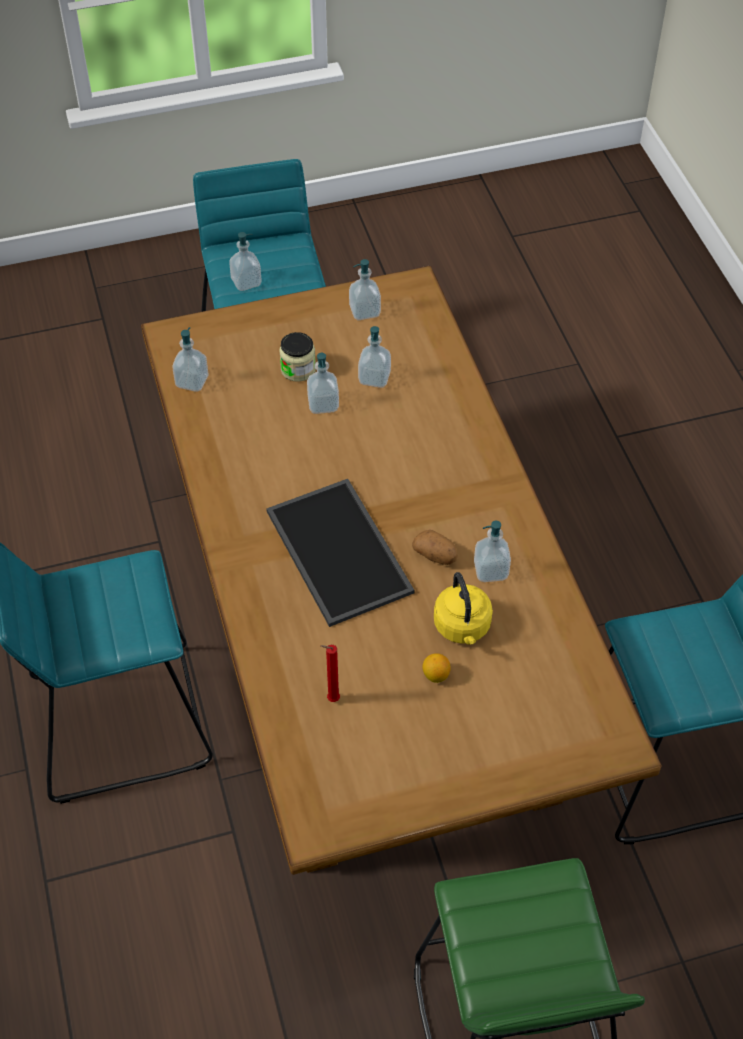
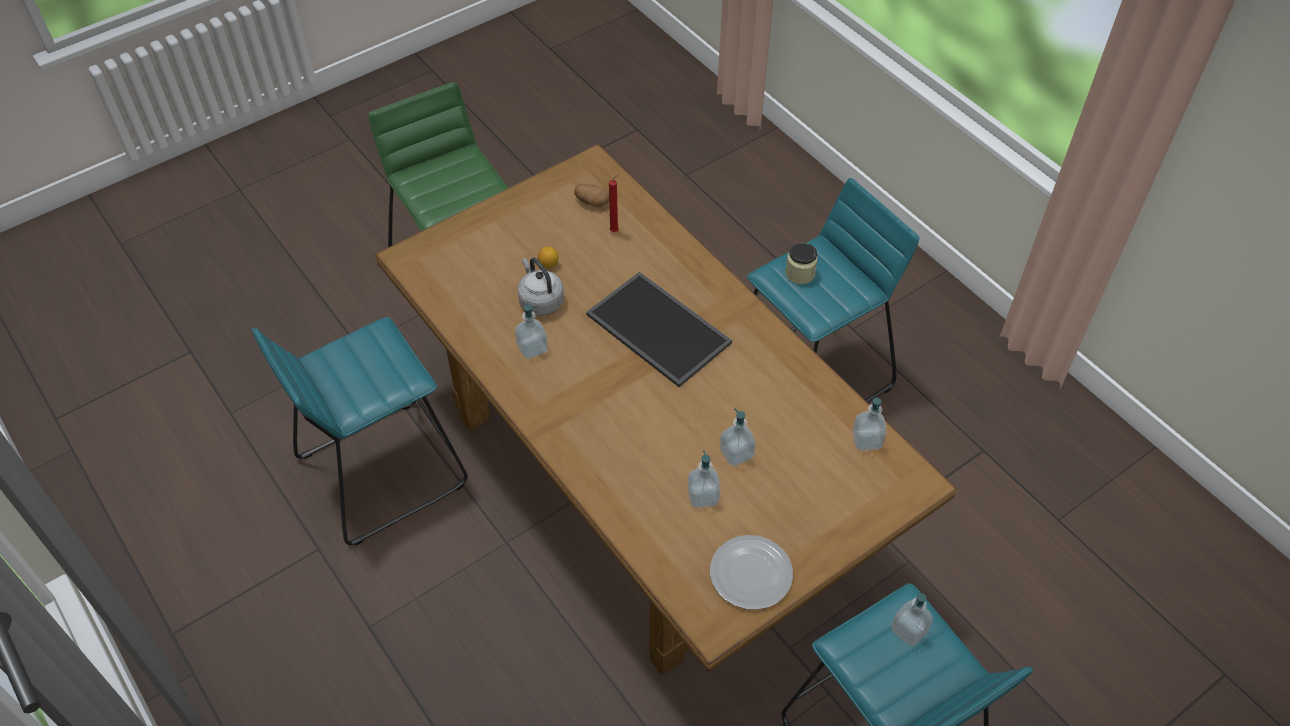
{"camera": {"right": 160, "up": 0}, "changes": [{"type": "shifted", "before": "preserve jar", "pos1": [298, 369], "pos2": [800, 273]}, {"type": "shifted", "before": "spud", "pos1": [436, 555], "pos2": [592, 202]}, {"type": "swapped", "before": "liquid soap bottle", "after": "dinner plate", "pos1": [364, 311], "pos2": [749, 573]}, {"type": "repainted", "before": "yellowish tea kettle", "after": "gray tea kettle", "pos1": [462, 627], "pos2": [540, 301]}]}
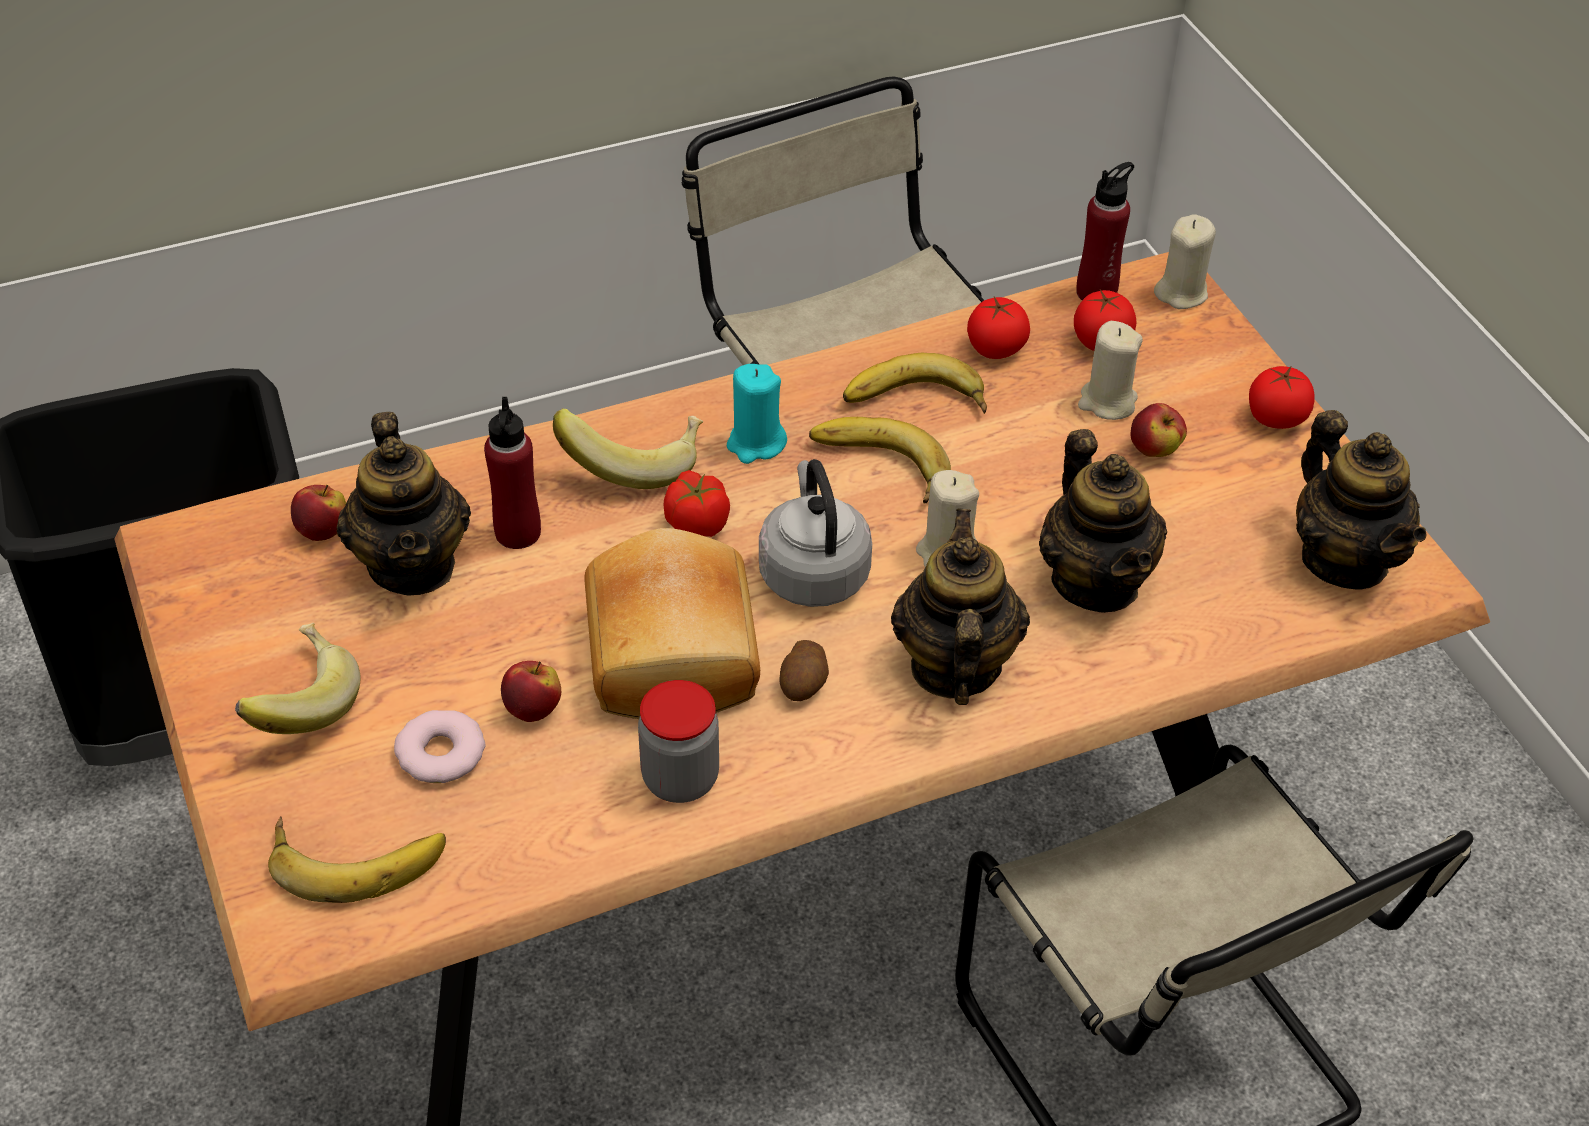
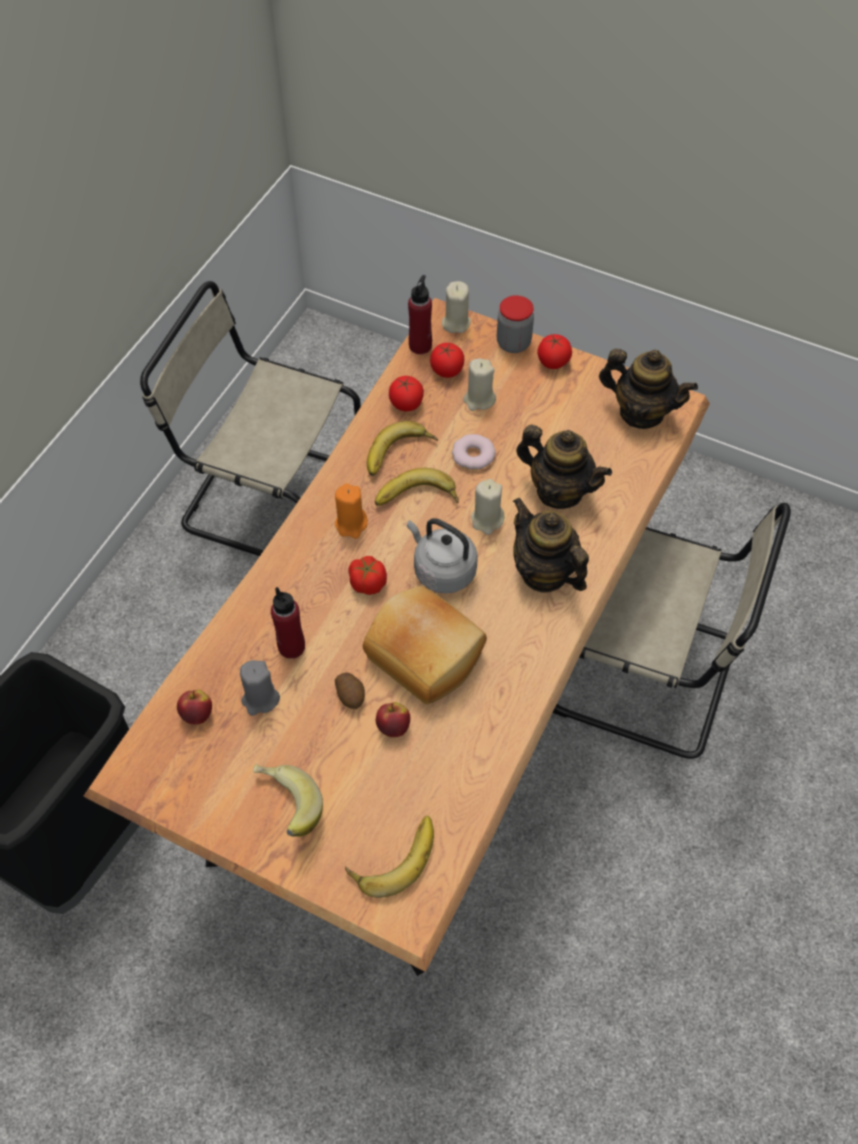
{"camera": {"right": -40, "up": 10}, "changes": [{"type": "gone", "before": "banana", "pos1": [634, 462]}, {"type": "gone", "before": "apple", "pos1": [1154, 450]}, {"type": "shifted", "before": "donut", "pos1": [440, 753], "pos2": [473, 455]}, {"type": "shifted", "before": "preserve jar", "pos1": [680, 779], "pos2": [513, 343]}, {"type": "shifted", "before": "spud", "pos1": [804, 684], "pos2": [351, 695]}, {"type": "swapped", "before": "pot for tea", "after": "gray wax light", "pos1": [413, 564], "pos2": [260, 699]}, {"type": "repainted", "before": "turquoise-coloured wax light", "after": "orange-coloured wax light", "pos1": [755, 443], "pos2": [351, 524]}]}
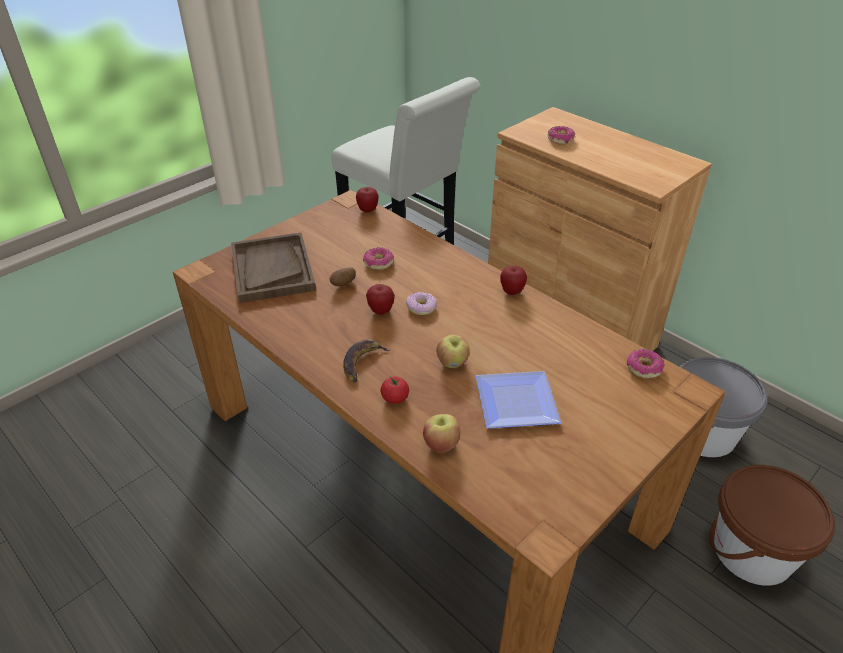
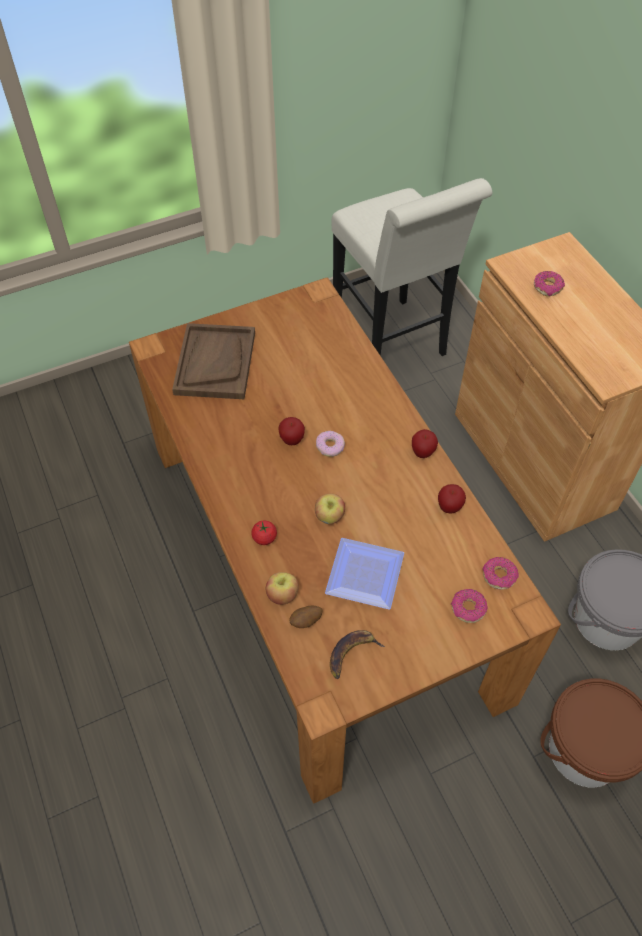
{"camera": {"right": 20, "up": 15}, "changes": [{"type": "shifted", "before": "spud", "pos1": [343, 284], "pos2": [306, 621]}, {"type": "shifted", "before": "banana", "pos1": [362, 362], "pos2": [352, 653]}, {"type": "shifted", "before": "apple", "pos1": [367, 210], "pos2": [449, 507]}, {"type": "shifted", "before": "donut", "pos1": [378, 263], "pos2": [468, 608]}]}
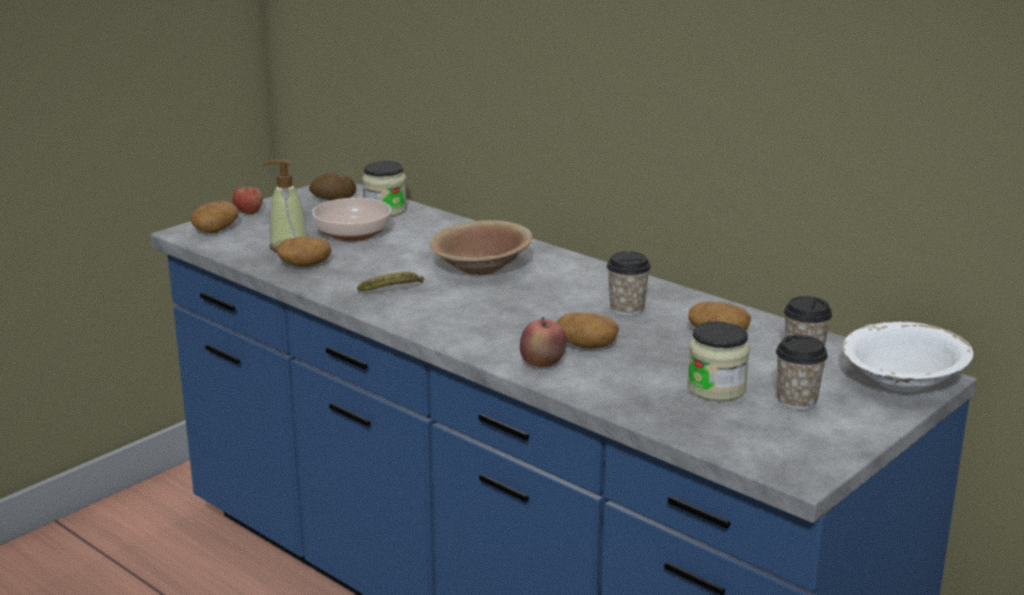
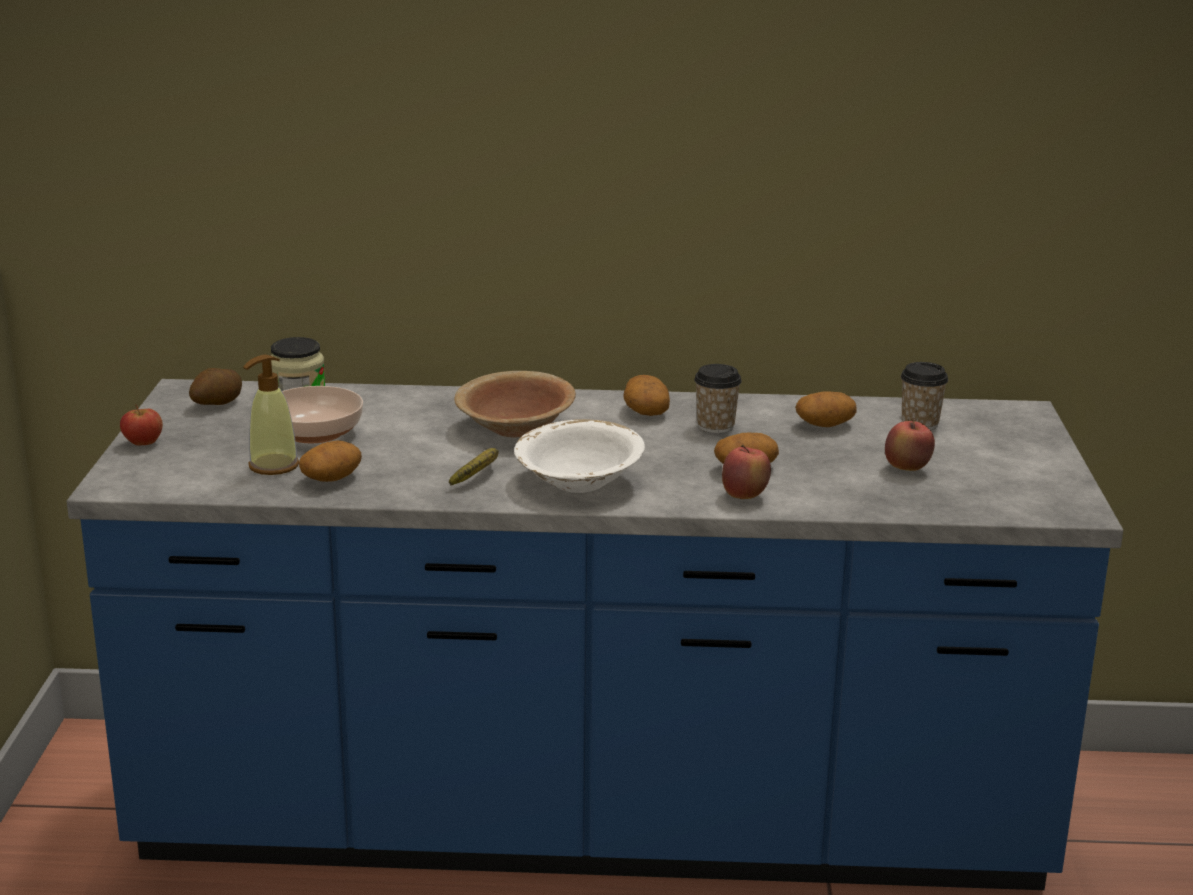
{"camera": {"right": -40, "up": 0}, "changes": [{"type": "gone", "before": "cup", "pos1": [797, 401]}, {"type": "shifted", "before": "spud", "pos1": [216, 229], "pos2": [645, 411]}, {"type": "shifted", "before": "whitish bowl", "pos1": [902, 381], "pos2": [579, 482]}, {"type": "swapped", "before": "preserve jar", "after": "apple", "pos1": [716, 388], "pos2": [907, 469]}]}
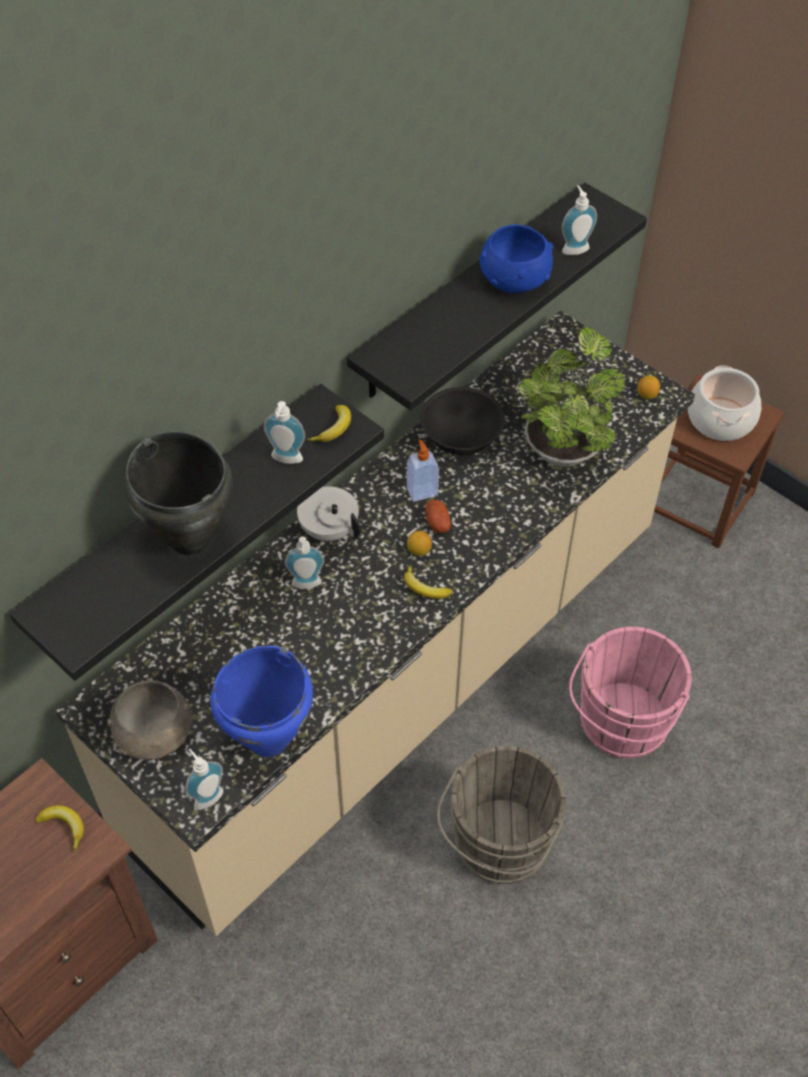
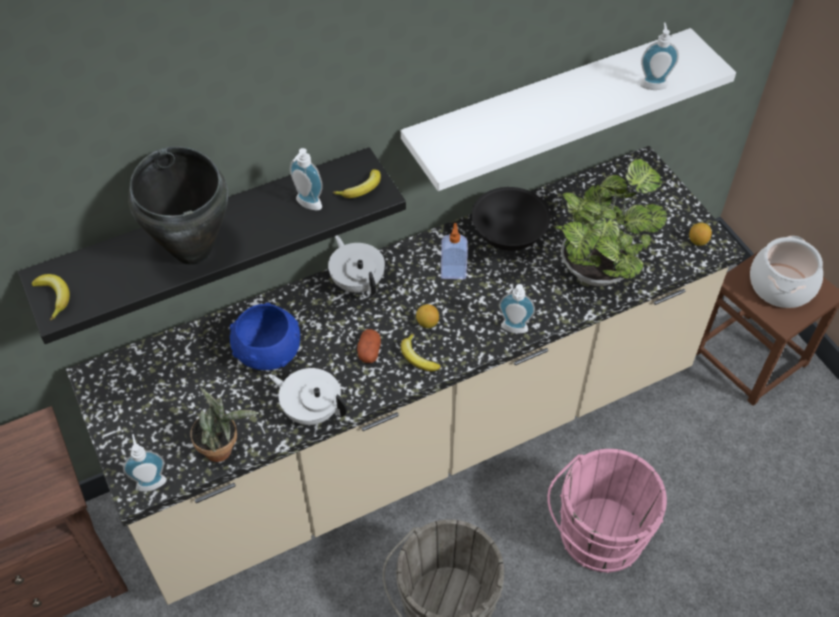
{"camera": {"right": 20, "up": 0}, "changes": [{"type": "gone", "before": "gray bowl", "pos1": [155, 735]}, {"type": "new", "after": "whitish pot for tea", "pos2": [311, 410]}, {"type": "shifted", "before": "banana", "pos1": [64, 827], "pos2": [54, 297]}, {"type": "shifted", "before": "liquid soap bottle", "pos1": [306, 585], "pos2": [513, 330]}, {"type": "shifted", "before": "spud", "pos1": [437, 522], "pos2": [369, 351]}, {"type": "shifted", "before": "blue-coloured bowl", "pos1": [514, 279], "pos2": [268, 351]}, {"type": "swapped", "before": "blue-coloured saucepot", "after": "potted plant", "pos1": [267, 739], "pos2": [223, 448]}, {"type": "repainted", "before": "black wall shelf", "after": "whitish wall shelf", "pos1": [470, 293], "pos2": [548, 103]}]}
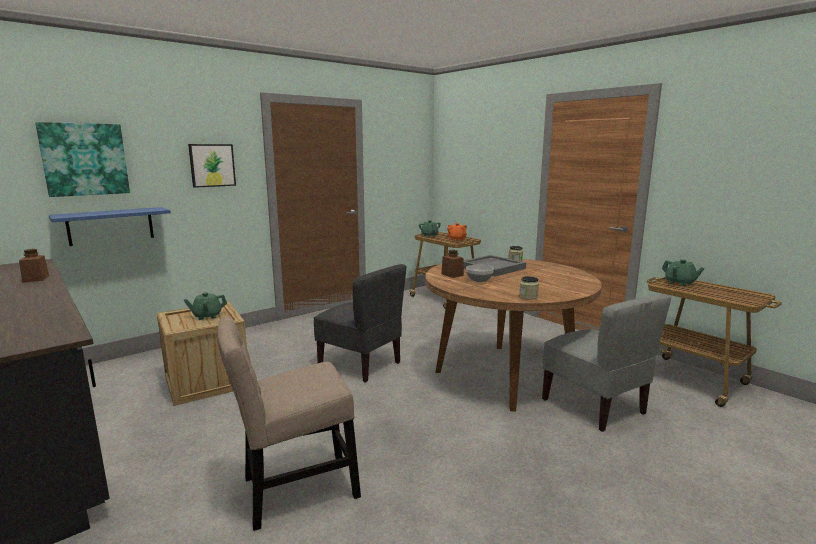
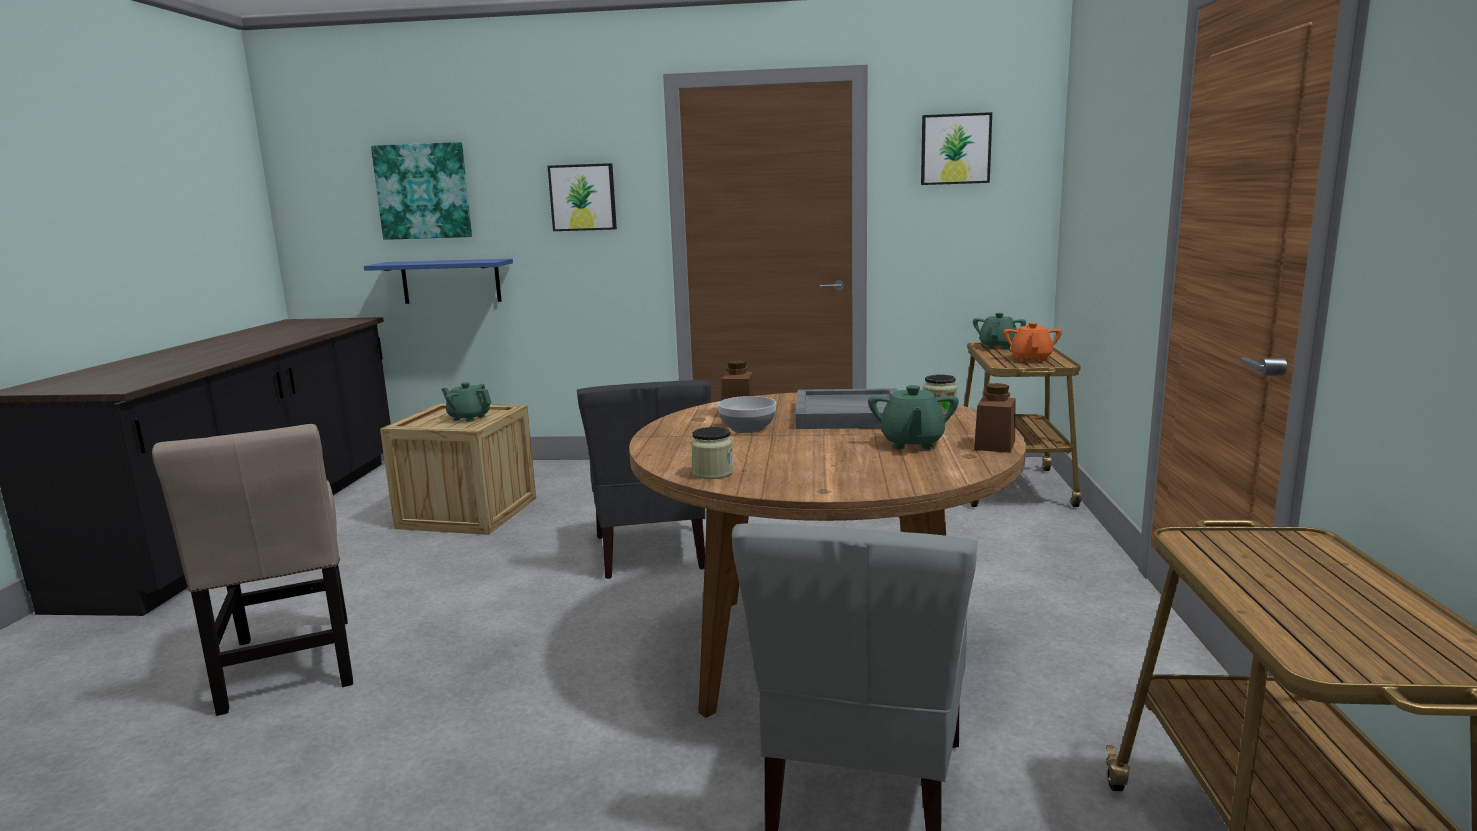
{"camera": {"right": 45, "up": 0}, "changes": [{"type": "new", "after": "wall picture", "pos2": [955, 149]}, {"type": "shifted", "before": "brown-coloured preserve jar", "pos1": [36, 279], "pos2": [994, 445]}, {"type": "shifted", "before": "green-coloured pot for tea", "pos1": [680, 283], "pos2": [911, 443]}, {"type": "rotated", "before": "sand-coloured plain chair", "pos1": [294, 490], "pos2": [290, 668], "turn": -135}]}
